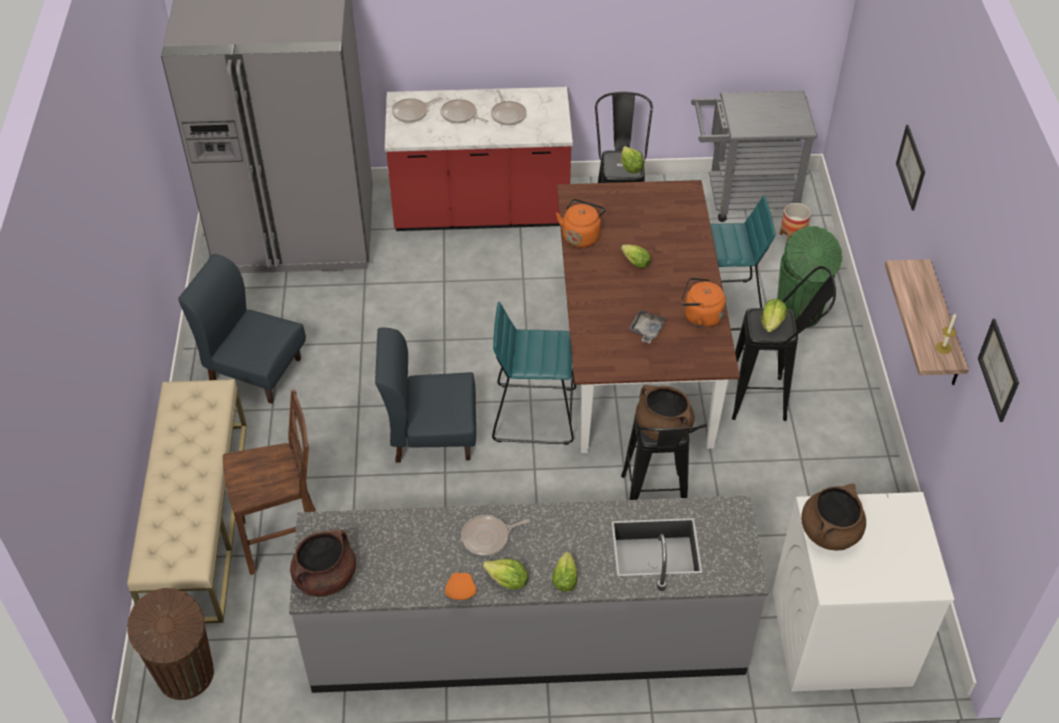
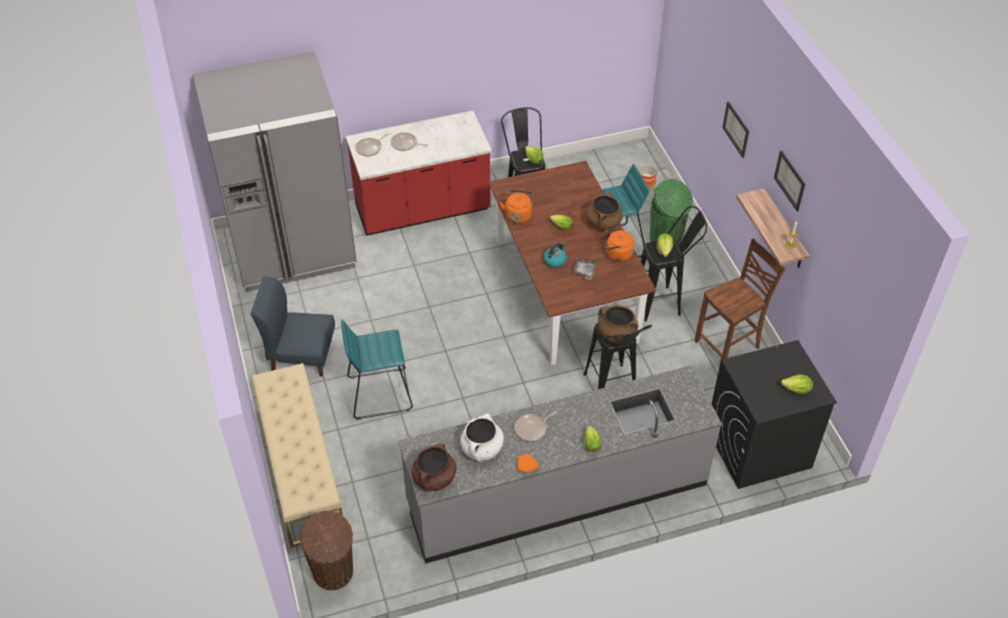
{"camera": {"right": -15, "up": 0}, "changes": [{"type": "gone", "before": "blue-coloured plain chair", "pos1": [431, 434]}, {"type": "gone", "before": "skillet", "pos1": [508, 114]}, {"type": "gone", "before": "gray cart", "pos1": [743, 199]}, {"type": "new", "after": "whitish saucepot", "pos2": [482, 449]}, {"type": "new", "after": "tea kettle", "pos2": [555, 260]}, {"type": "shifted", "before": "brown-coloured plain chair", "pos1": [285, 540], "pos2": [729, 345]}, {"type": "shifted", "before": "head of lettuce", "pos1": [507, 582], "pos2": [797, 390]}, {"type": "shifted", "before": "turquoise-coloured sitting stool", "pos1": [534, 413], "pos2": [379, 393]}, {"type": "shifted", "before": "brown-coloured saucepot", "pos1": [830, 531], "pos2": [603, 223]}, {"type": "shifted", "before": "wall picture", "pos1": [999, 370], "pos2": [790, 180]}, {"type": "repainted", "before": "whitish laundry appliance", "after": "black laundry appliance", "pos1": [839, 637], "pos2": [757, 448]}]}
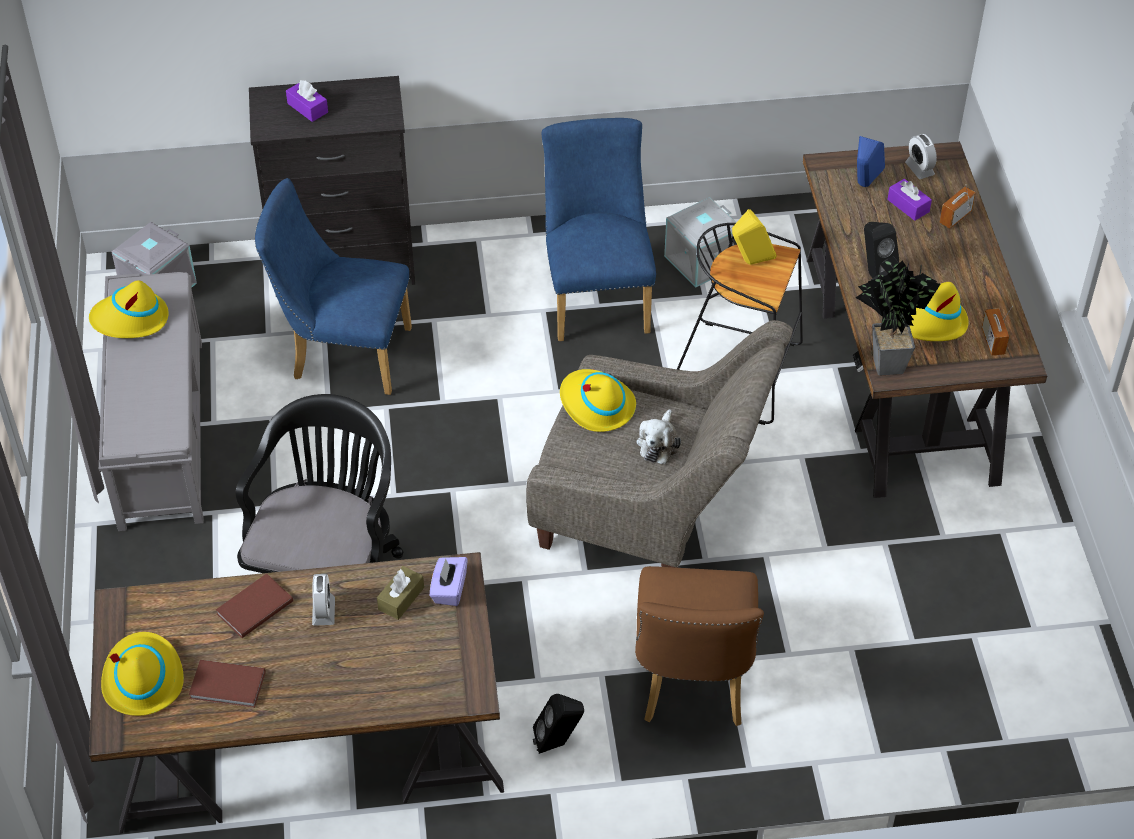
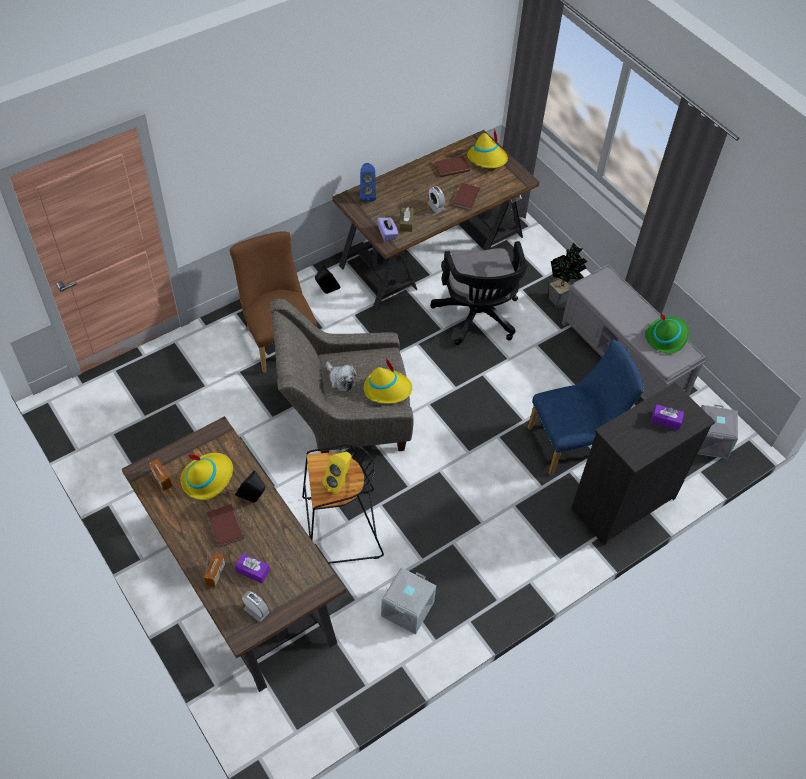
{"camera": {"right": 150, "up": 5}, "changes": [{"type": "gone", "before": "blue-coloured plain chair", "pos1": [597, 296]}, {"type": "new", "after": "brown-coloured bound book", "pos2": [224, 527]}, {"type": "shifted", "before": "potted plant", "pos1": [882, 363], "pos2": [561, 299]}, {"type": "shifted", "before": "blue-coloured speaker", "pos1": [864, 185], "pos2": [367, 195]}, {"type": "repainted", "before": "yellowish clothing hat", "after": "green-coloured clothing hat", "pos1": [130, 320], "pos2": [666, 336]}, {"type": "rotated", "before": "plush toy", "pos1": [658, 444], "pos2": [341, 380], "turn": 150}]}
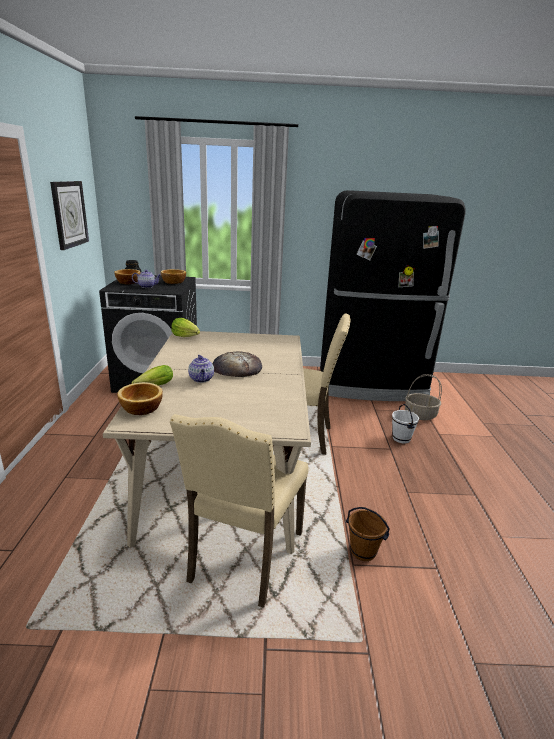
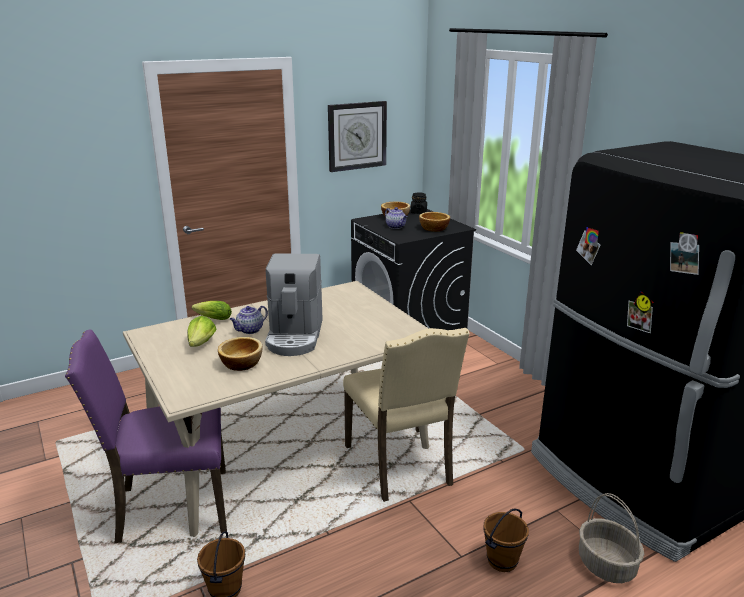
{"camera": {"right": 60, "up": 0}, "changes": [{"type": "shifted", "before": "bowl", "pos1": [140, 408], "pos2": [241, 363]}, {"type": "shifted", "before": "head of lettuce", "pos1": [186, 336], "pos2": [201, 343]}, {"type": "swapped", "before": "baked bread", "after": "coffee machine", "pos1": [237, 368], "pos2": [295, 336]}, {"type": "repainted", "before": "sand-coloured plain chair", "after": "purple-coloured plain chair", "pos1": [243, 557], "pos2": [170, 508]}, {"type": "repainted", "before": "whitish pail", "after": "brown-coloured pail", "pos1": [401, 438], "pos2": [502, 561]}]}
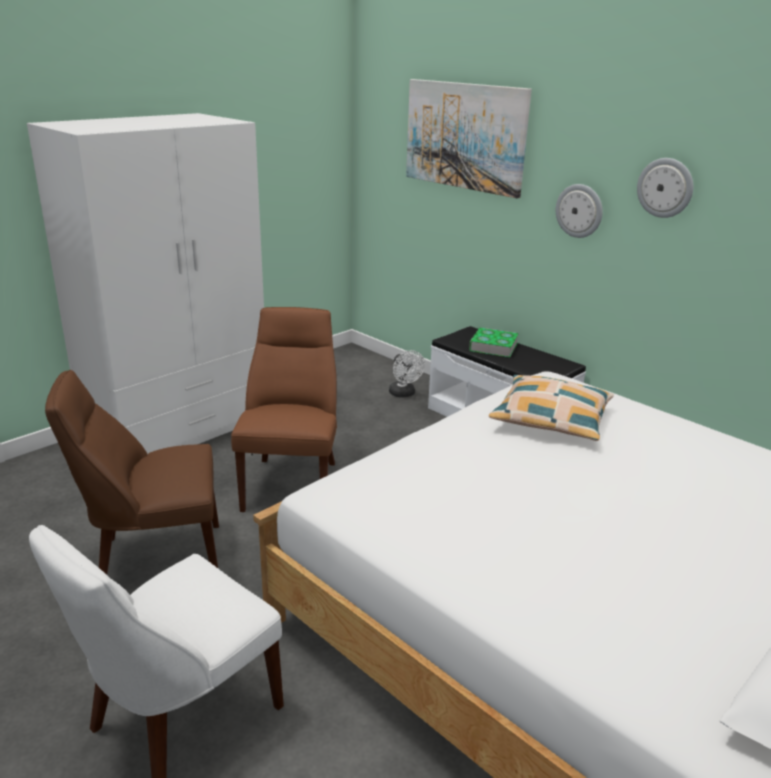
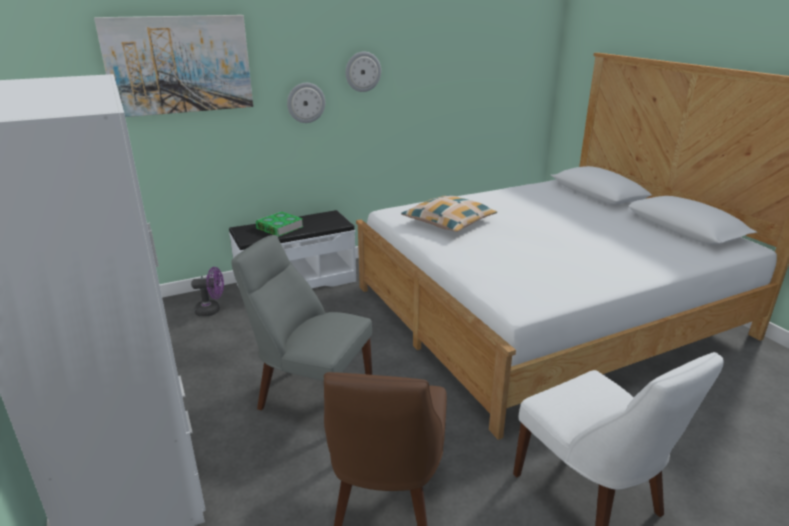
{"camera": {"right": -70, "up": 0}, "changes": [{"type": "repainted", "before": "brown-coloured plain chair", "after": "gray plain chair", "pos1": [292, 483], "pos2": [311, 396]}, {"type": "repainted", "before": "whitish electric fan", "after": "purple-coloured electric fan", "pos1": [404, 394], "pos2": [212, 310]}]}
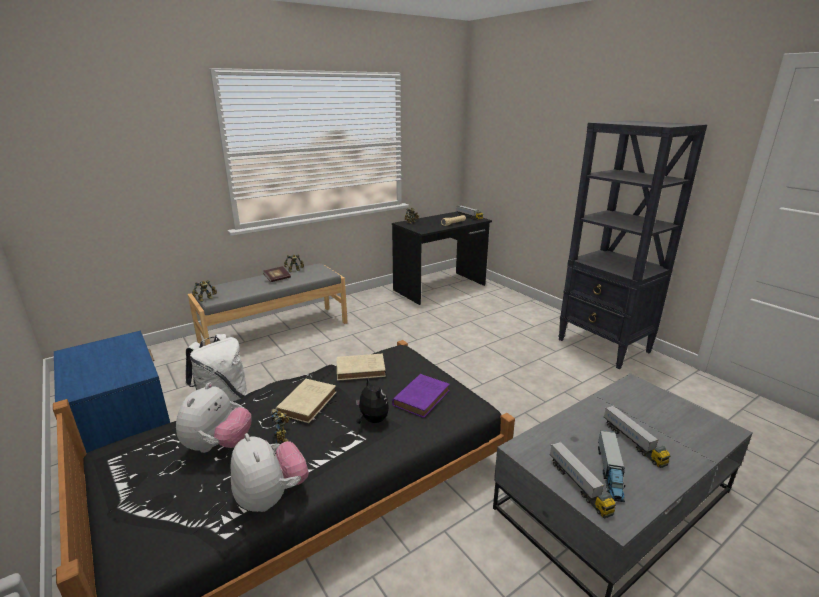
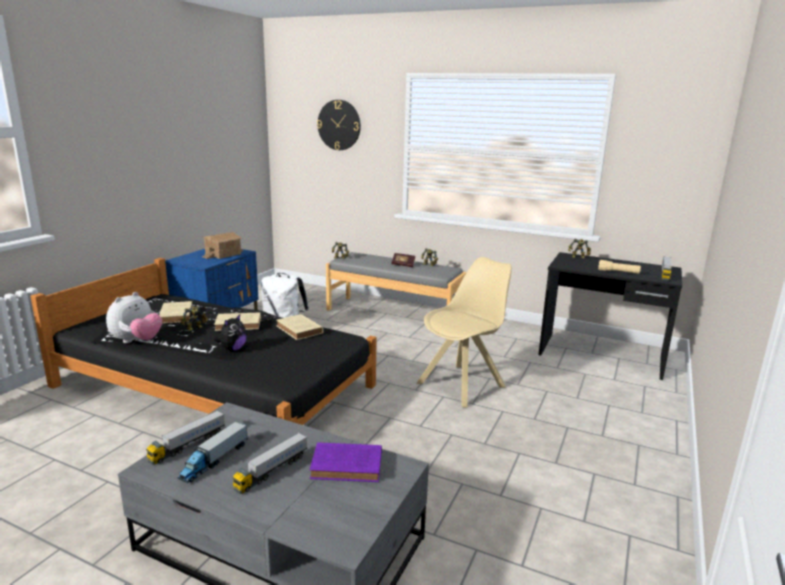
{"camera": {"right": 60, "up": -5}, "changes": [{"type": "gone", "before": "black bookcase", "pos1": [604, 346]}, {"type": "new", "after": "model house", "pos2": [222, 254]}, {"type": "new", "after": "clock on the wall", "pos2": [339, 125]}, {"type": "new", "after": "sand-coloured plain chair", "pos2": [463, 384]}, {"type": "shifted", "before": "purple-coloured bound book", "pos1": [422, 397], "pos2": [349, 466]}, {"type": "swapped", "before": "plush toy", "after": "sand-coloured bound book", "pos1": [218, 446], "pos2": [176, 314]}, {"type": "rotated", "before": "toy truck", "pos1": [610, 472], "pos2": [214, 460], "turn": -45}]}
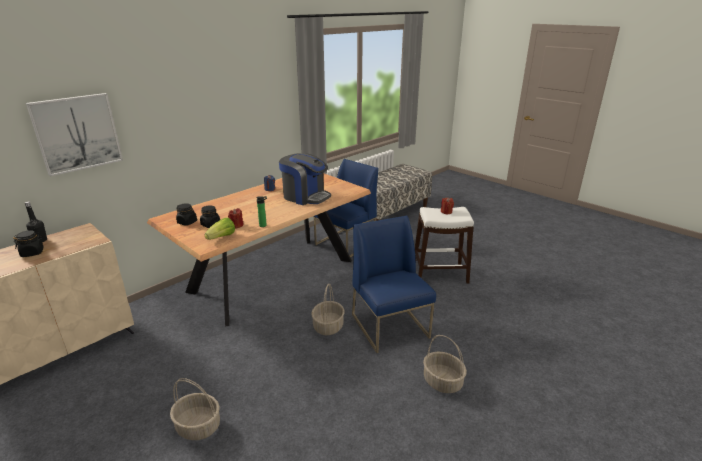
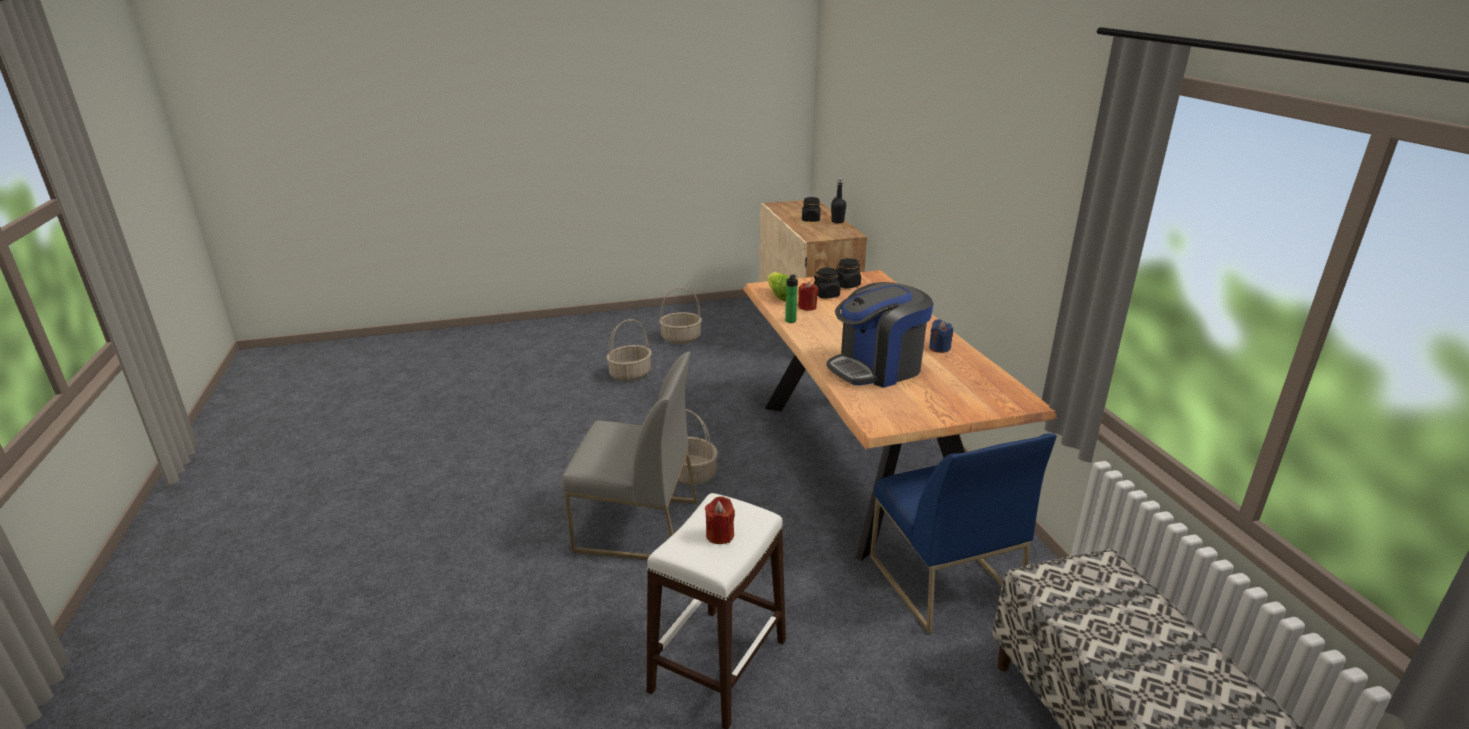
{"camera": {"right": 120, "up": 0}, "changes": [{"type": "gone", "before": "wall picture", "pos1": [77, 133]}, {"type": "shifted", "before": "household basket", "pos1": [442, 382], "pos2": [681, 338]}, {"type": "repainted", "before": "blue-coloured plain chair", "after": "gray plain chair", "pos1": [390, 326], "pos2": [635, 526]}]}
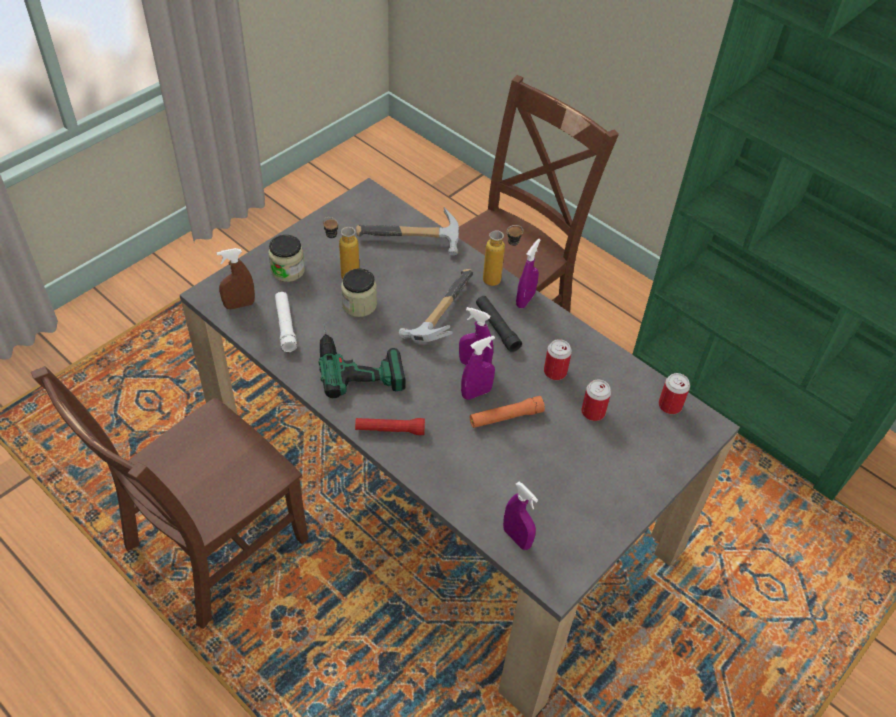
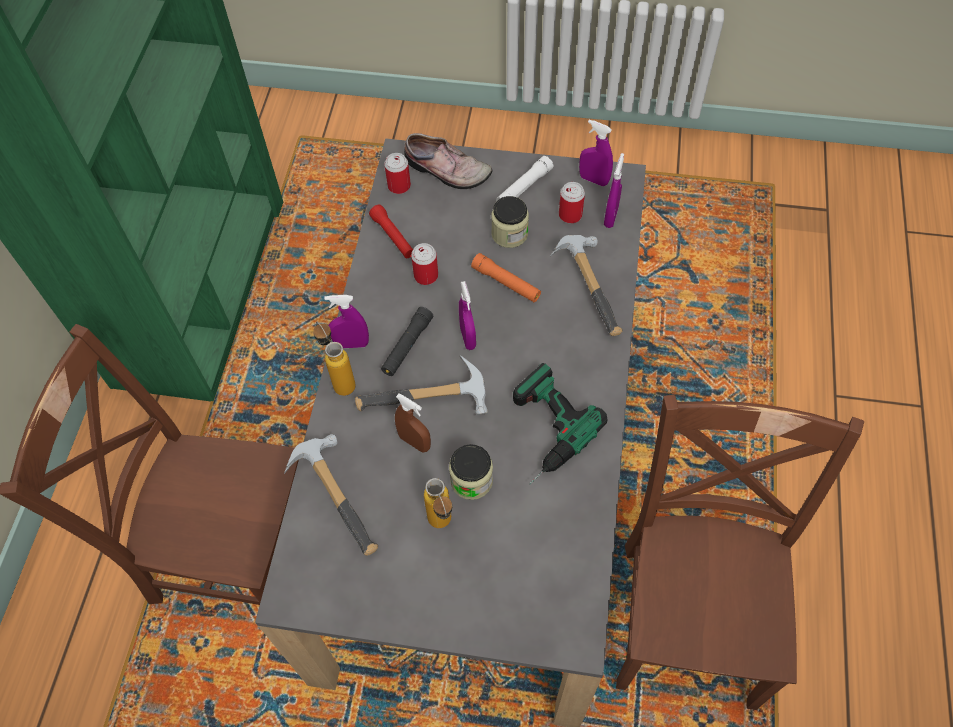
{"camera": {"right": -120, "up": 10}, "changes": [{"type": "new", "after": "low shoe", "pos2": [446, 171]}, {"type": "new", "after": "tool hammer", "pos2": [593, 286]}, {"type": "shifted", "before": "brown-coloured hand sprayer", "pos1": [239, 305], "pos2": [414, 442]}, {"type": "shifted", "before": "preserve jar", "pos1": [288, 270], "pos2": [509, 234]}, {"type": "shifted", "before": "whitish hand torch", "pos1": [285, 326], "pos2": [524, 187]}, {"type": "shifted", "before": "reddish hand torch", "pos1": [390, 430], "pos2": [393, 237]}, {"type": "shifted", "before": "purple-coloured hand sprayer", "pos1": [476, 393], "pos2": [593, 180]}, {"type": "shifted", "before": "can", "pos1": [593, 412], "pos2": [570, 215]}, {"type": "rotated", "before": "brown-coloured plain chair", "pos1": [210, 548], "pos2": [690, 615], "turn": -90}]}
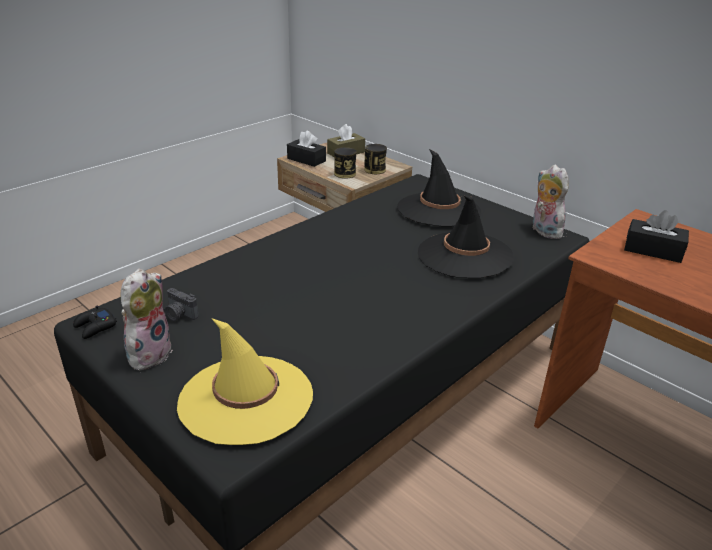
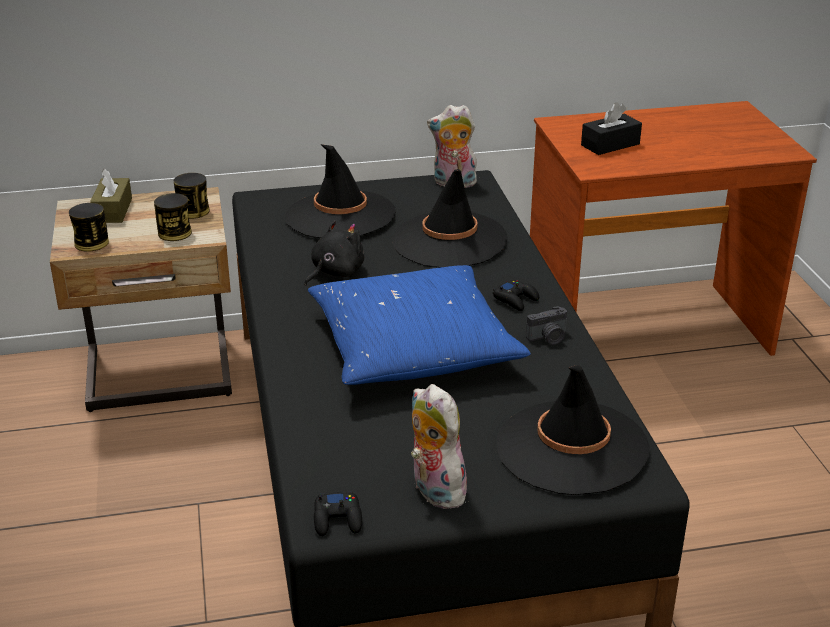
{"camera": {"right": -55, "up": 0}, "changes": [{"type": "new", "after": "black plush toy", "pos2": [335, 272]}, {"type": "new", "after": "blue-coloured cushion", "pos2": [413, 347]}, {"type": "new", "after": "black gamepad", "pos2": [516, 299]}, {"type": "shifted", "before": "photo camera", "pos1": [180, 315], "pos2": [548, 338]}, {"type": "swapped", "before": "black tissue holder", "after": "can", "pos1": [306, 160], "pos2": [91, 243]}, {"type": "repainted", "before": "yellowish clothing hat", "after": "black clothing hat", "pos1": [246, 399], "pos2": [571, 448]}]}
